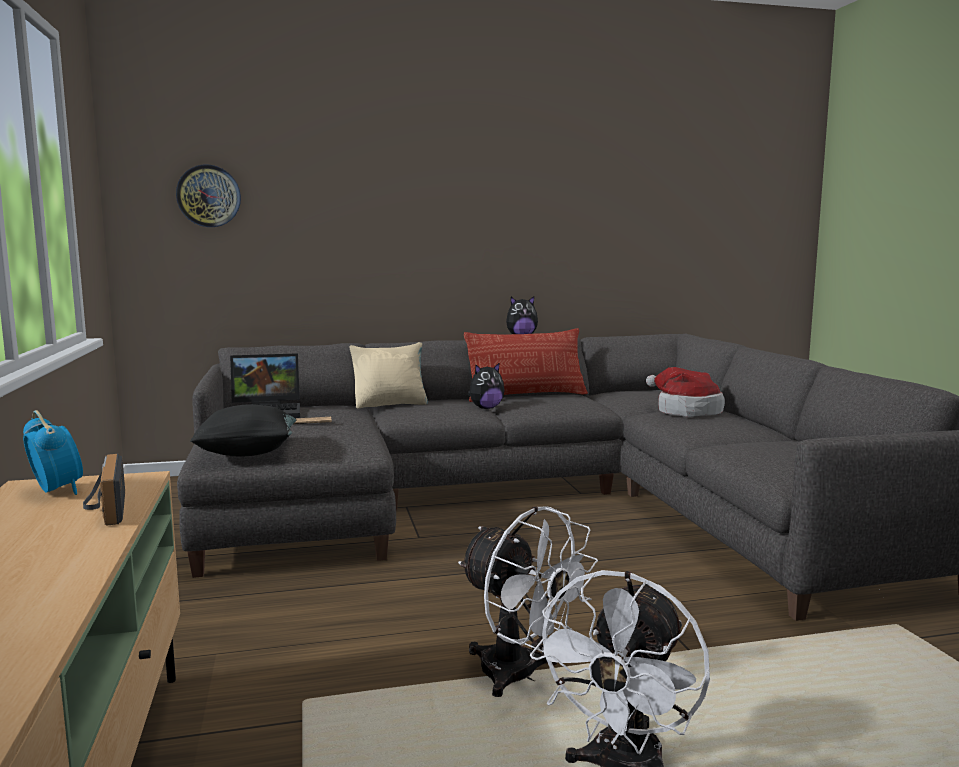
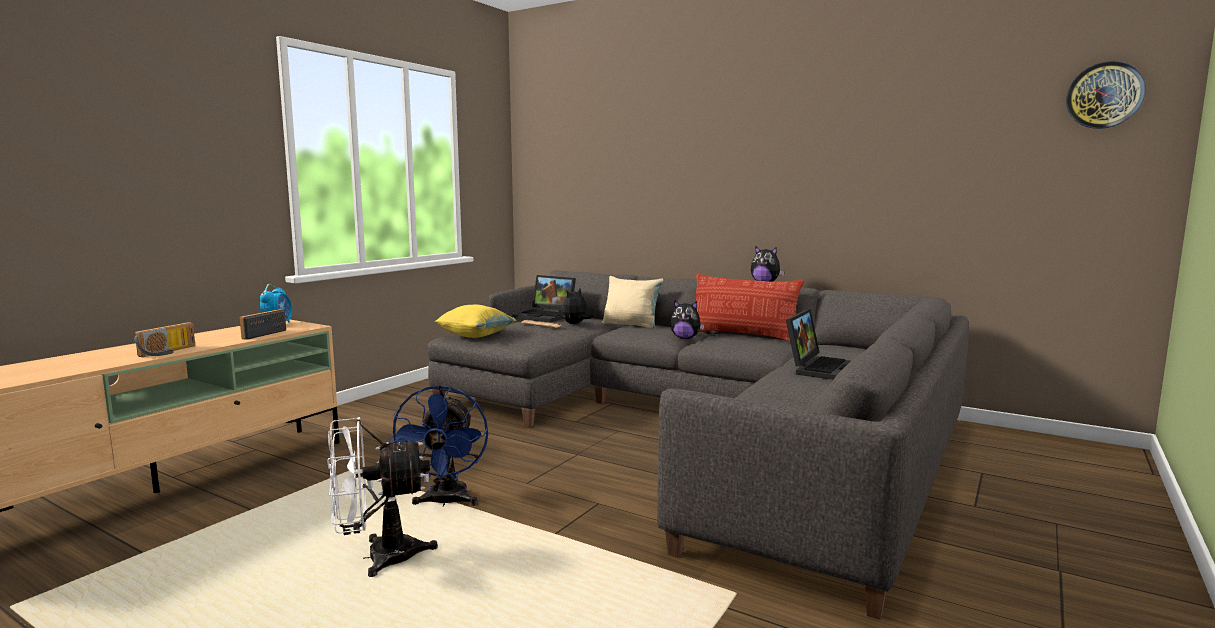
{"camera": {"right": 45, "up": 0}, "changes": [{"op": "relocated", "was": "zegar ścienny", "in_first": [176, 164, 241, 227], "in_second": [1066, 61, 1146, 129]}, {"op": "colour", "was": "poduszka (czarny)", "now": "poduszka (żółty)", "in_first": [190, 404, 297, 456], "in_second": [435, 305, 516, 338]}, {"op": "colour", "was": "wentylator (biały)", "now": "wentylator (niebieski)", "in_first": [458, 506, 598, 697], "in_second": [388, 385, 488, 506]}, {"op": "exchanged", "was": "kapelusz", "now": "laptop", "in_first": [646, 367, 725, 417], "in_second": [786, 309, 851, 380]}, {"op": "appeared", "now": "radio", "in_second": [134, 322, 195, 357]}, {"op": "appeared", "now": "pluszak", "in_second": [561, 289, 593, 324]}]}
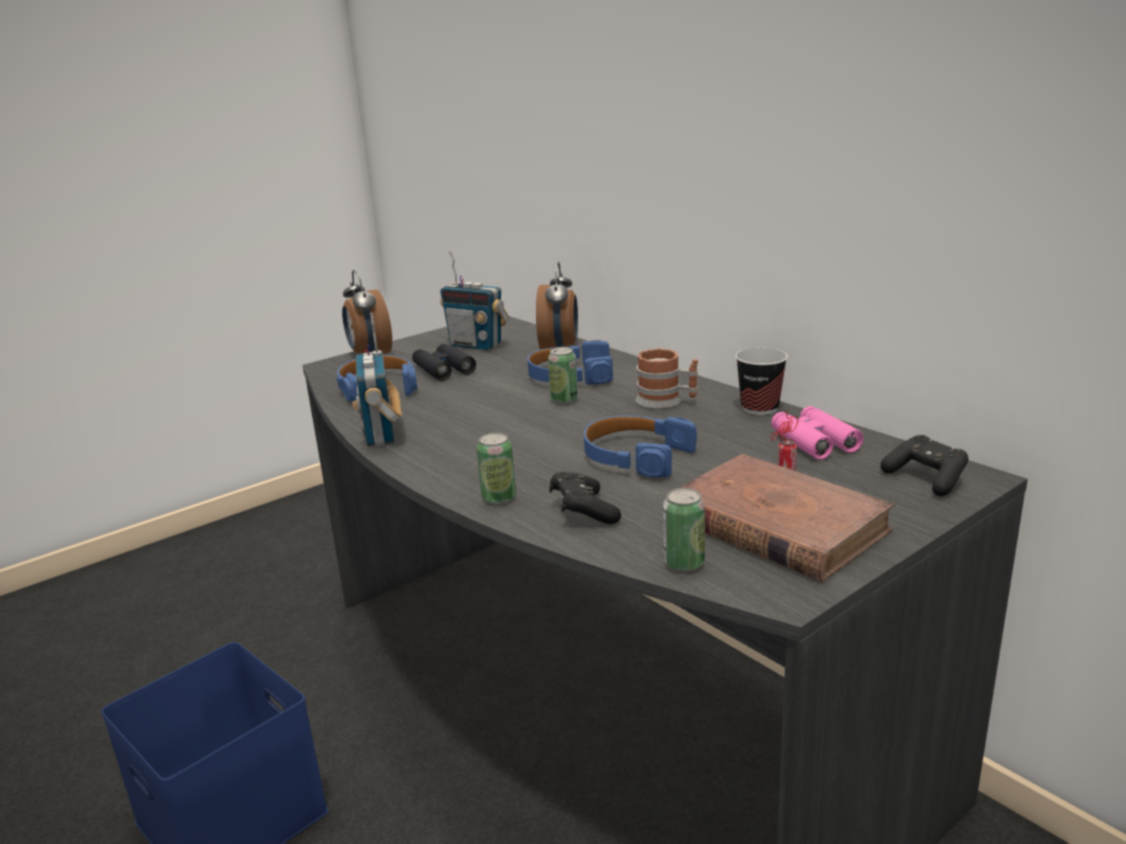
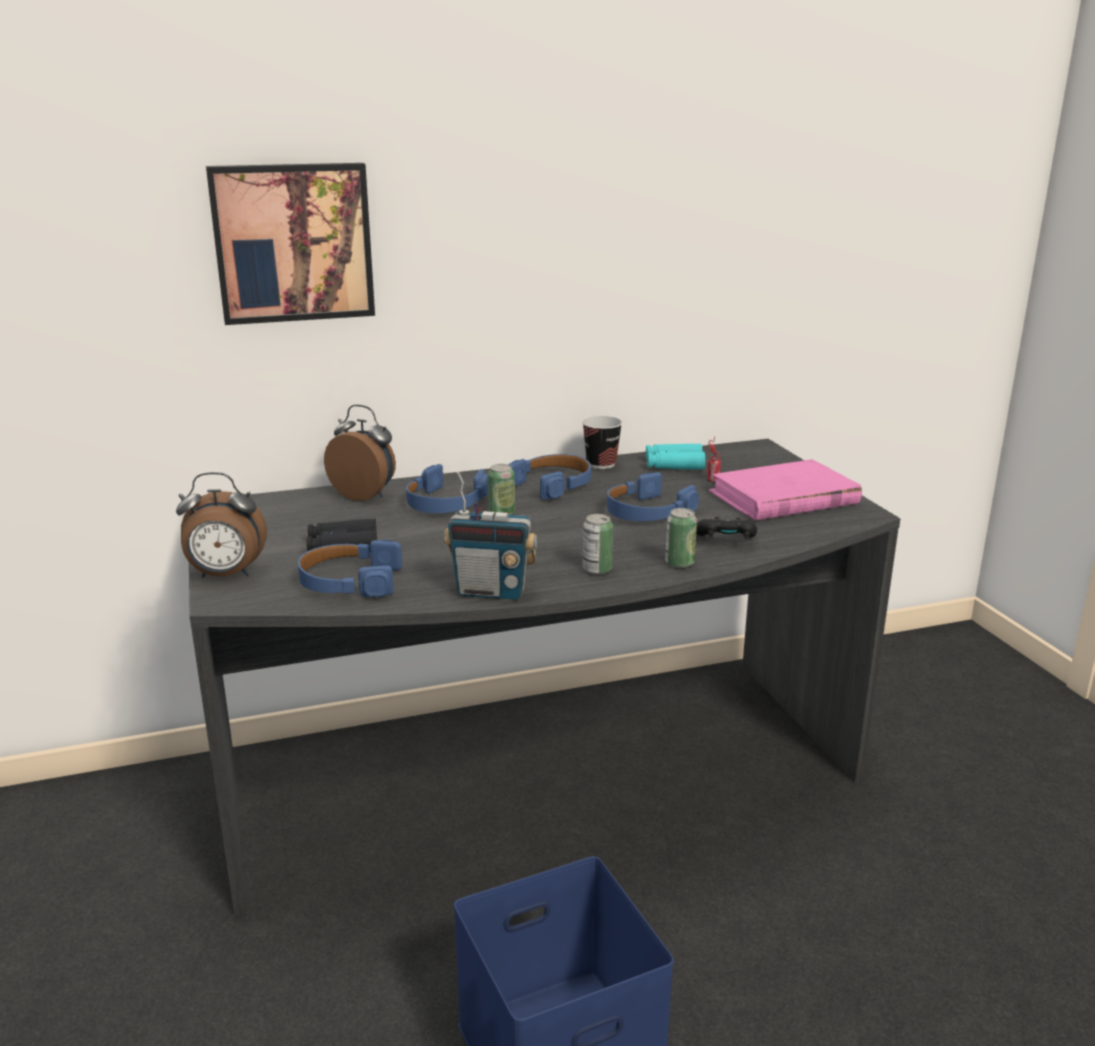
{"camera": {"right": -70, "up": 0}, "changes": [{"op": "missing", "was": "radio", "in_first": [440, 251, 509, 350]}, {"op": "exchanged", "was": "kubek", "now": "słuchawki (niebieski)", "in_first": [636, 348, 698, 409], "in_second": [508, 454, 591, 500]}, {"op": "relocated", "was": "puszka", "in_first": [663, 488, 705, 572], "in_second": [583, 514, 613, 575]}, {"op": "colour", "was": "książka (brązowy)", "now": "książka (różowy)", "in_first": [679, 454, 895, 582], "in_second": [709, 459, 862, 520]}, {"op": "colour", "was": "lornetka (różowy)", "now": "lornetka (turkusowy)", "in_first": [771, 406, 863, 460], "in_second": [646, 444, 705, 470]}, {"op": "missing", "was": "pad do gier (czarny)", "in_first": [880, 435, 968, 496]}, {"op": "appeared", "now": "obraz", "in_second": [206, 163, 375, 325]}]}
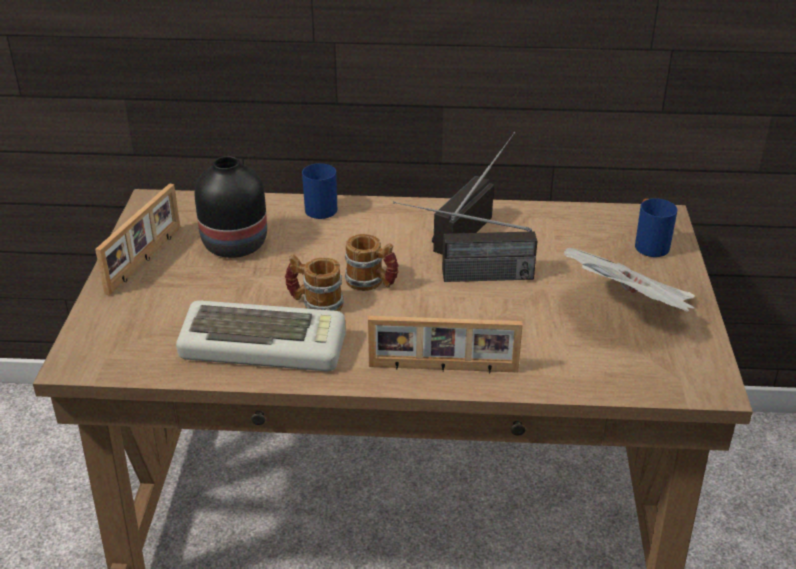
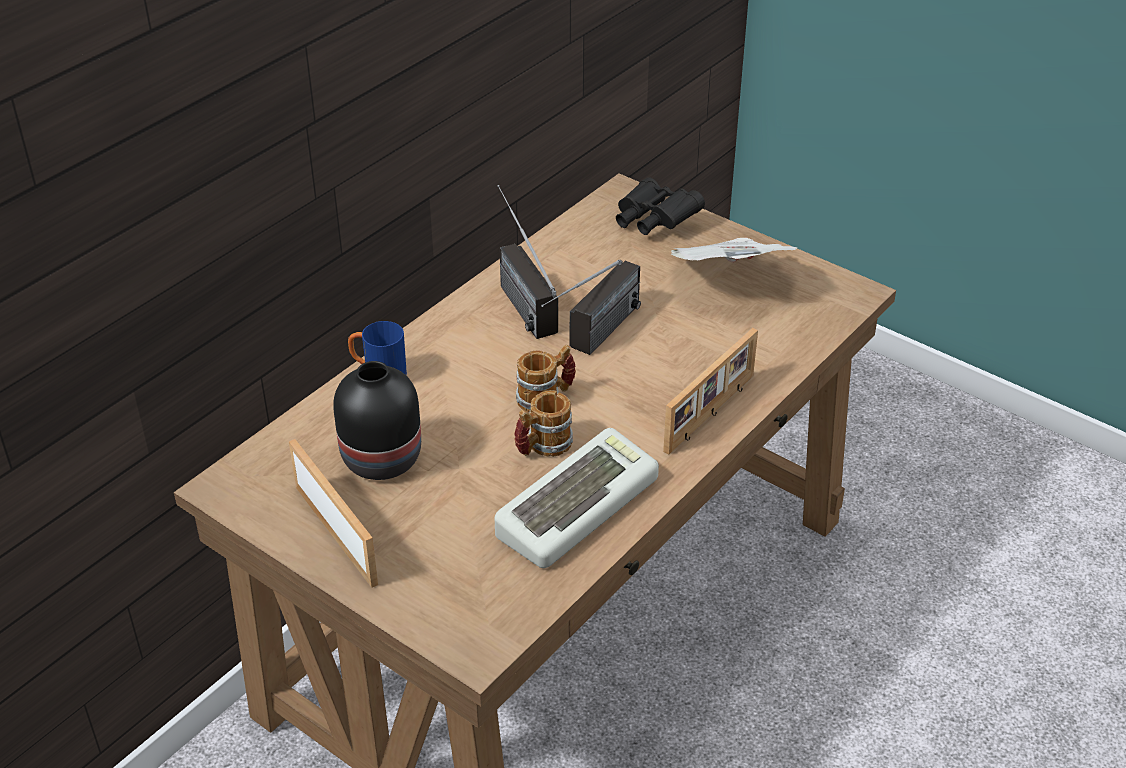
{"camera": {"right": -55, "up": 5}, "changes": [{"op": "exchanged", "was": "kubek (niebieski)", "now": "lornetka (czarny)", "in_first": [635, 198, 677, 257], "in_second": [616, 177, 705, 235]}]}
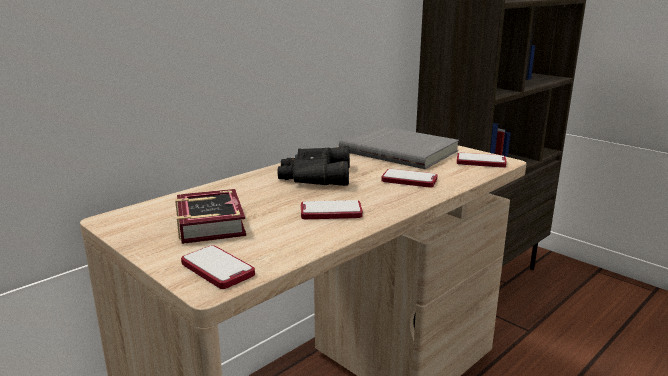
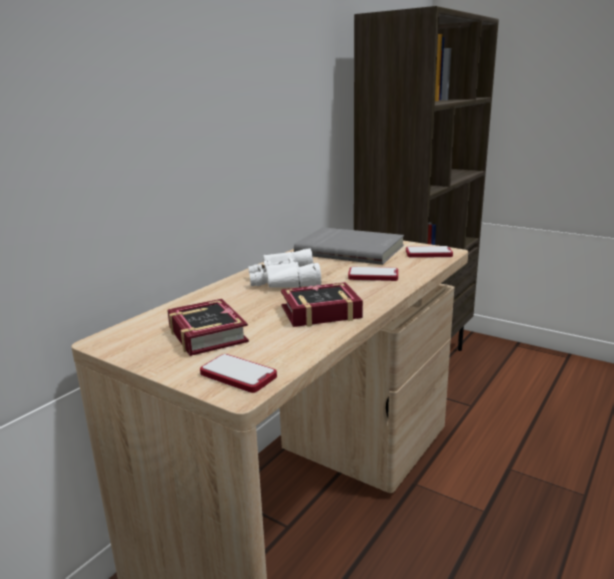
{"camera": {"right": -10, "up": 0}, "changes": [{"op": "colour", "was": "lornetka (czarny)", "now": "lornetka (biały)", "in_first": [278, 146, 350, 186], "in_second": [248, 248, 321, 288]}, {"op": "exchanged", "was": "telefon", "now": "książka", "in_first": [301, 200, 363, 219], "in_second": [281, 282, 363, 327]}]}
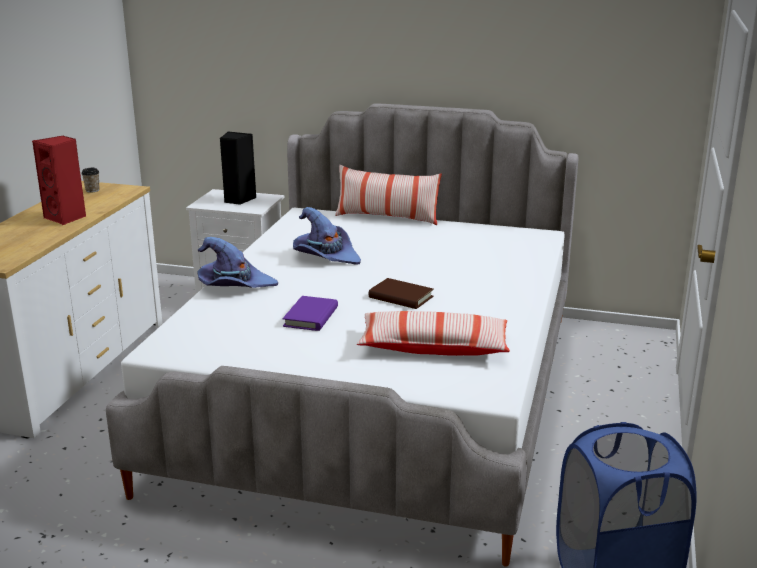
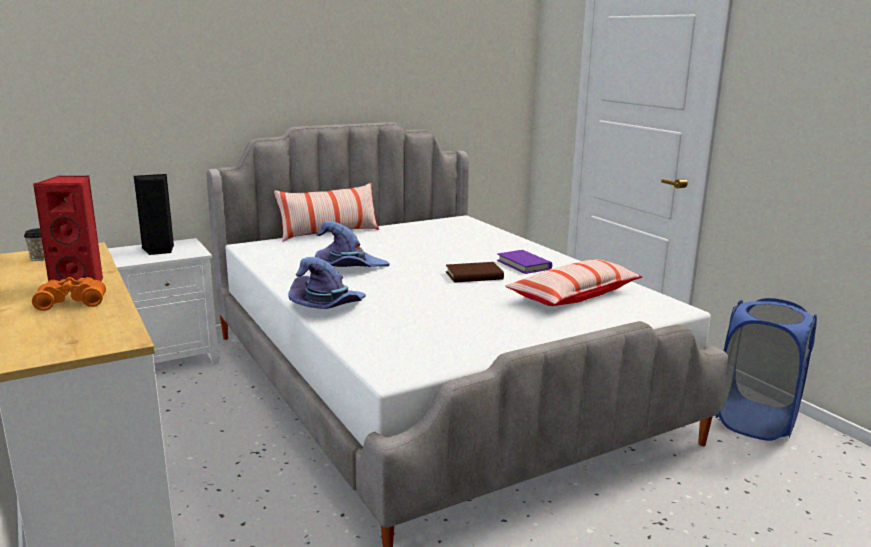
{"camera": {"right": -45, "up": -5}, "changes": [{"op": "relocated", "was": "książka (fioletowy)", "in_first": [283, 296, 338, 331], "in_second": [497, 250, 552, 274]}, {"op": "appeared", "now": "lornetka (pomarańczowy)", "in_second": [32, 277, 106, 311]}]}
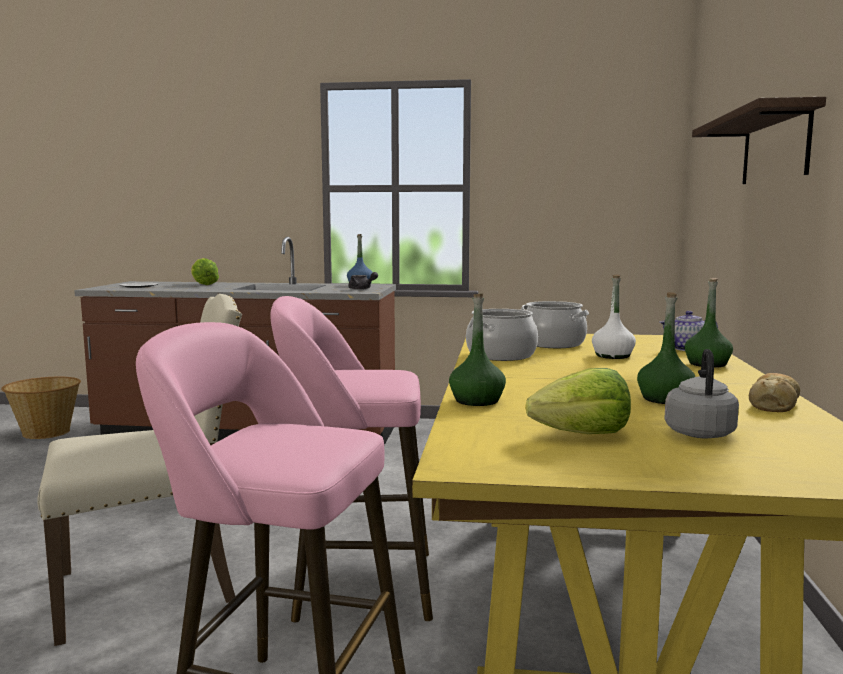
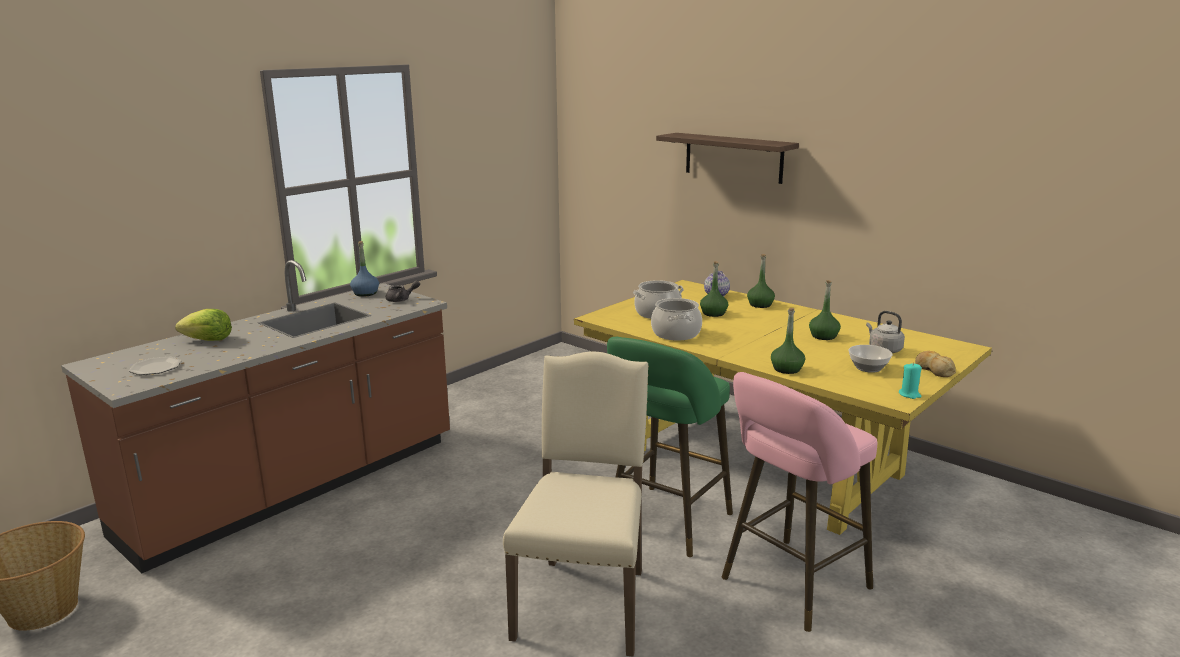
{"camera": {"right": -55, "up": 10}, "changes": [{"op": "colour", "was": "stołek (różowy)", "now": "stołek (zielony)", "in_first": [270, 296, 433, 622], "in_second": [607, 337, 733, 557]}, {"op": "exchanged", "was": "sałata", "now": "miska", "in_first": [525, 368, 631, 434], "in_second": [848, 345, 892, 373]}, {"op": "colour", "was": "butelka (biały)", "now": "butelka (zielony)", "in_first": [592, 275, 636, 359], "in_second": [700, 261, 728, 317]}, {"op": "relocated", "was": "chleb", "in_first": [749, 373, 800, 412], "in_second": [915, 351, 956, 377]}, {"op": "appeared", "now": "świeca (turkusowy)", "in_second": [899, 363, 922, 399]}]}
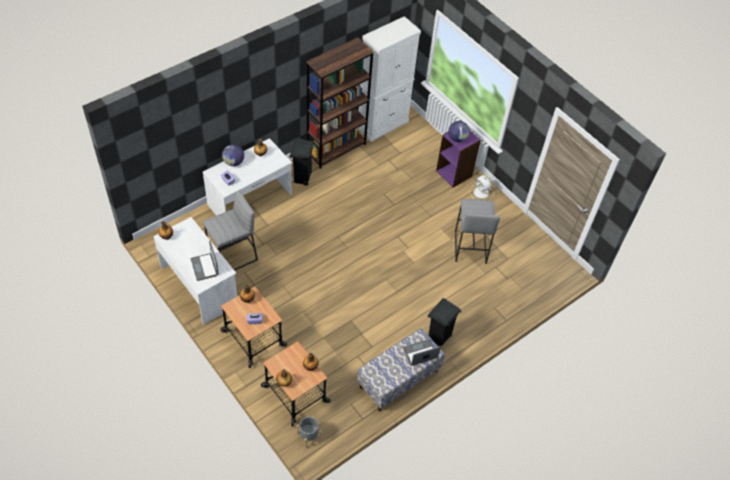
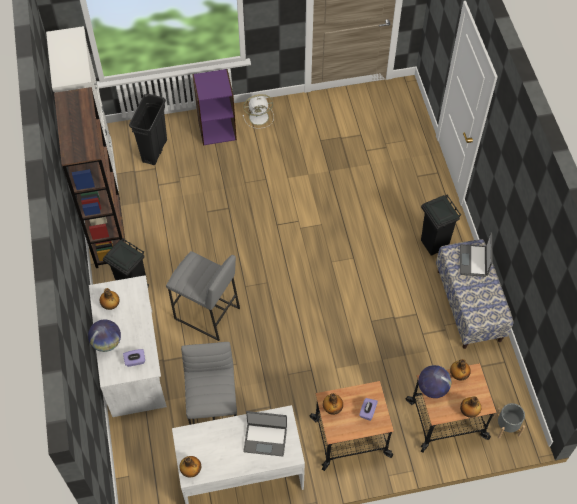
{"camera": {"right": -60, "up": 5}, "changes": [{"op": "relocated", "was": "globus", "in_first": [448, 121, 470, 142], "in_second": [418, 365, 451, 398]}, {"op": "relocated", "was": "stołek (szary)", "in_first": [455, 199, 500, 264], "in_second": [166, 251, 240, 341]}, {"op": "appeared", "now": "kosz na śmieci (czarny)", "in_second": [129, 94, 167, 165]}]}
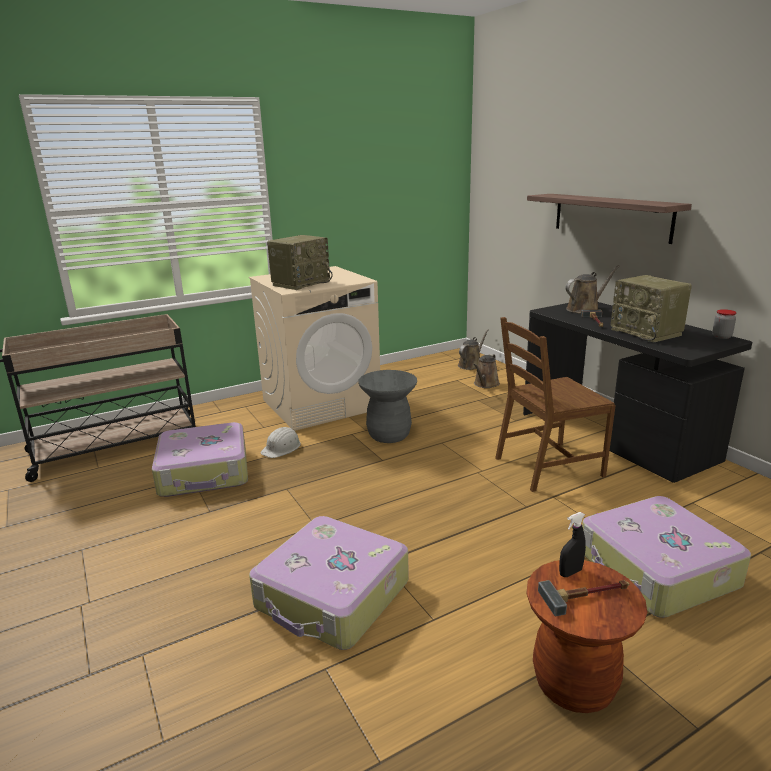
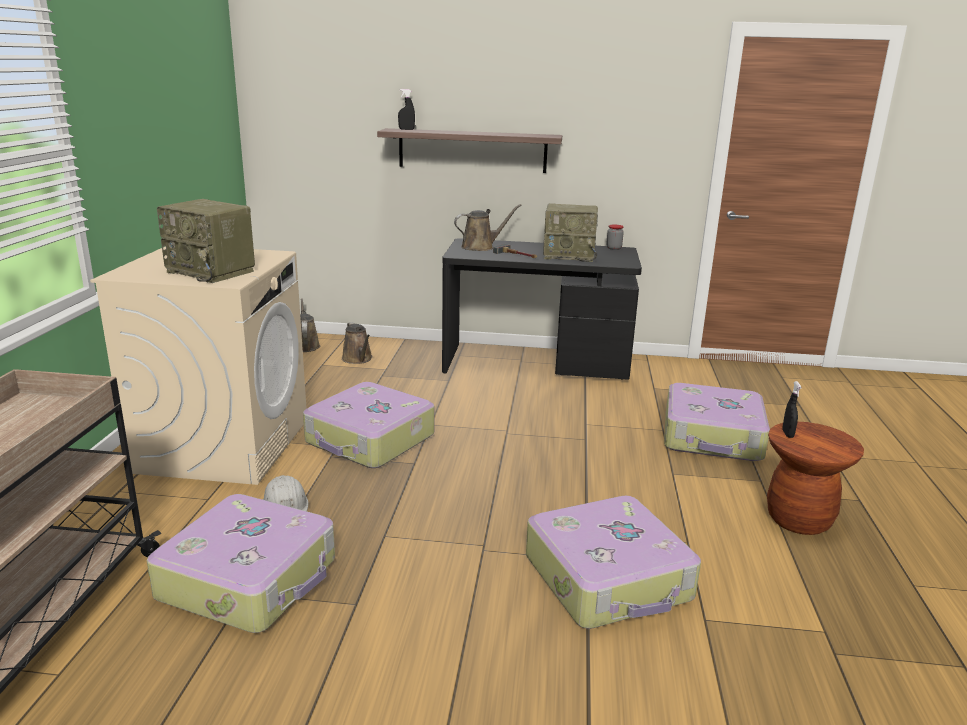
{"camera": {"right": -55, "up": 0}, "changes": [{"op": "spun", "was": "radio", "in_first": [267, 235, 333, 290], "in_second": [157, 199, 255, 283], "clockwise": 135}, {"op": "exchanged", "was": "stołek (szary)", "now": "walizka", "in_first": [358, 370, 417, 443], "in_second": [303, 382, 434, 468]}, {"op": "missing", "was": "krzesło (brązowy)", "in_first": [495, 317, 616, 492]}, {"op": "missing", "was": "młotek", "in_first": [538, 580, 629, 616]}, {"op": "spun", "was": "konewka (brązowy)", "in_first": [565, 265, 620, 313], "in_second": [454, 204, 521, 251], "clockwise": 60}, {"op": "appeared", "now": "spryskiwacz (czarny)", "in_second": [398, 89, 415, 130]}]}
